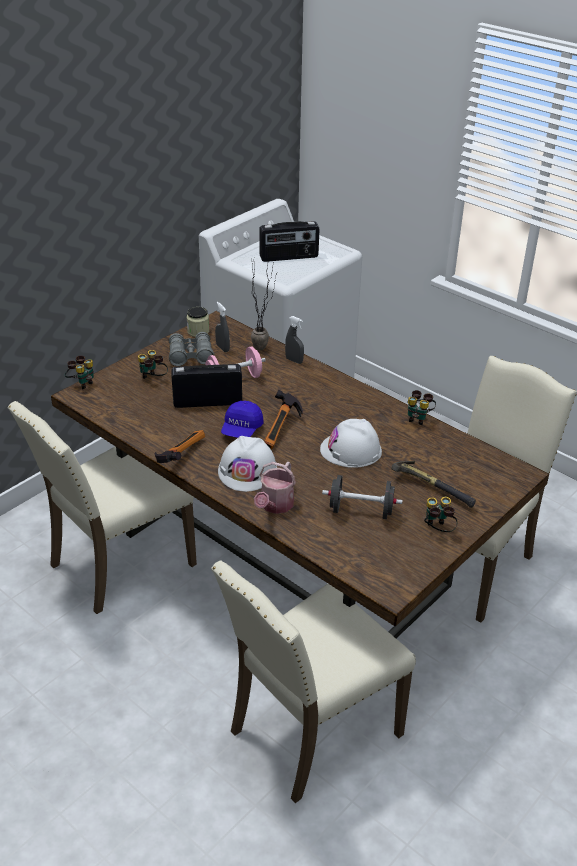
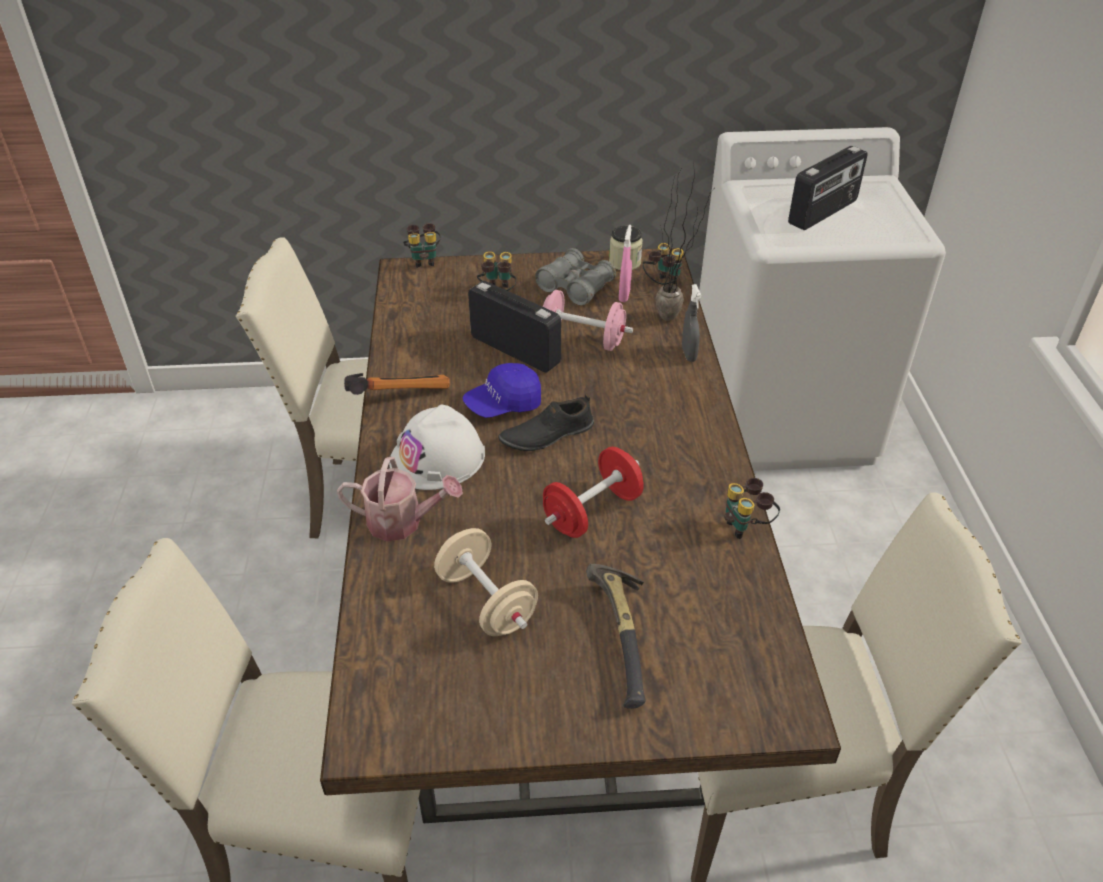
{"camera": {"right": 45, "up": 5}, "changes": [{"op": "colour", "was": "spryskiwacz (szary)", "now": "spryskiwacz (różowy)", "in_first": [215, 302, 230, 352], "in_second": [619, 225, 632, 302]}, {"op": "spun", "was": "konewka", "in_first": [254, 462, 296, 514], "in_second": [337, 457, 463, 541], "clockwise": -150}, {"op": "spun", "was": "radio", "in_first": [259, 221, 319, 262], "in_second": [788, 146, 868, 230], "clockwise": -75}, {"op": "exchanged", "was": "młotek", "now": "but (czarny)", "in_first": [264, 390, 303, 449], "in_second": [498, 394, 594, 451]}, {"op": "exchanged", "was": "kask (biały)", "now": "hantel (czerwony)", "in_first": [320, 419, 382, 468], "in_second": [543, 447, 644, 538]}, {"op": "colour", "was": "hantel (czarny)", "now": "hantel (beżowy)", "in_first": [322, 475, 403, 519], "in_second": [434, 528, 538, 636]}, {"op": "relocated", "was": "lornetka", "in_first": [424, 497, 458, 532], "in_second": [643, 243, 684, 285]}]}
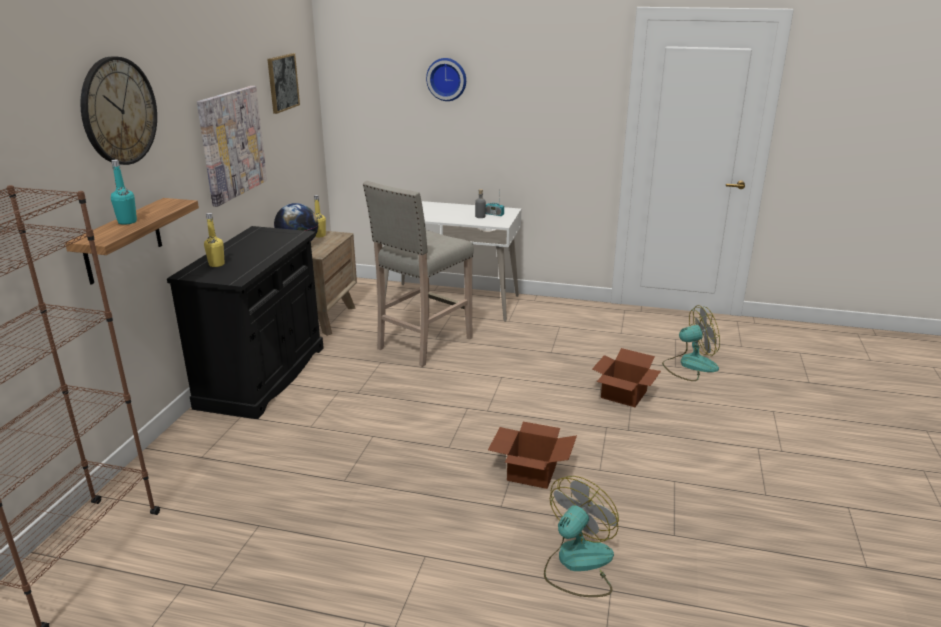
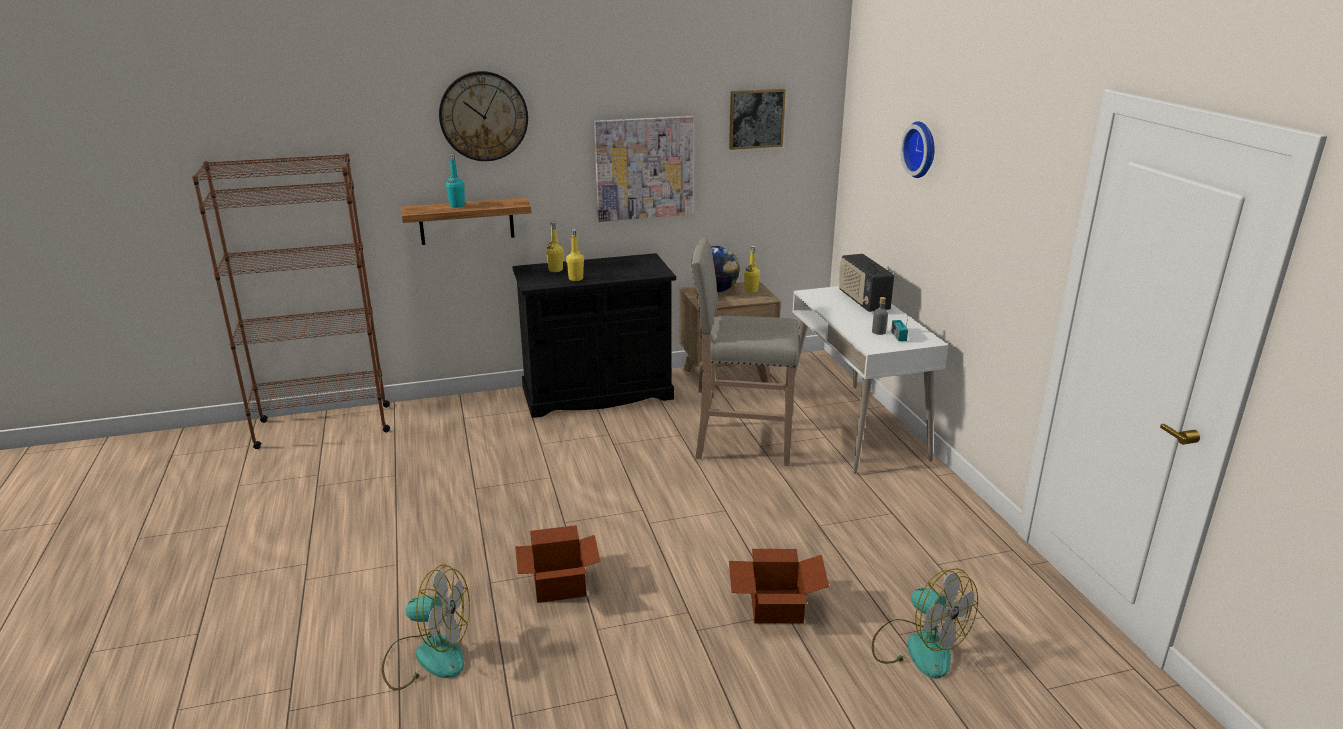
{"camera": {"right": 60, "up": 0}, "changes": [{"op": "appeared", "now": "butelka (żółty)", "in_second": [566, 229, 584, 281]}, {"op": "appeared", "now": "radio", "in_second": [839, 254, 894, 312]}]}
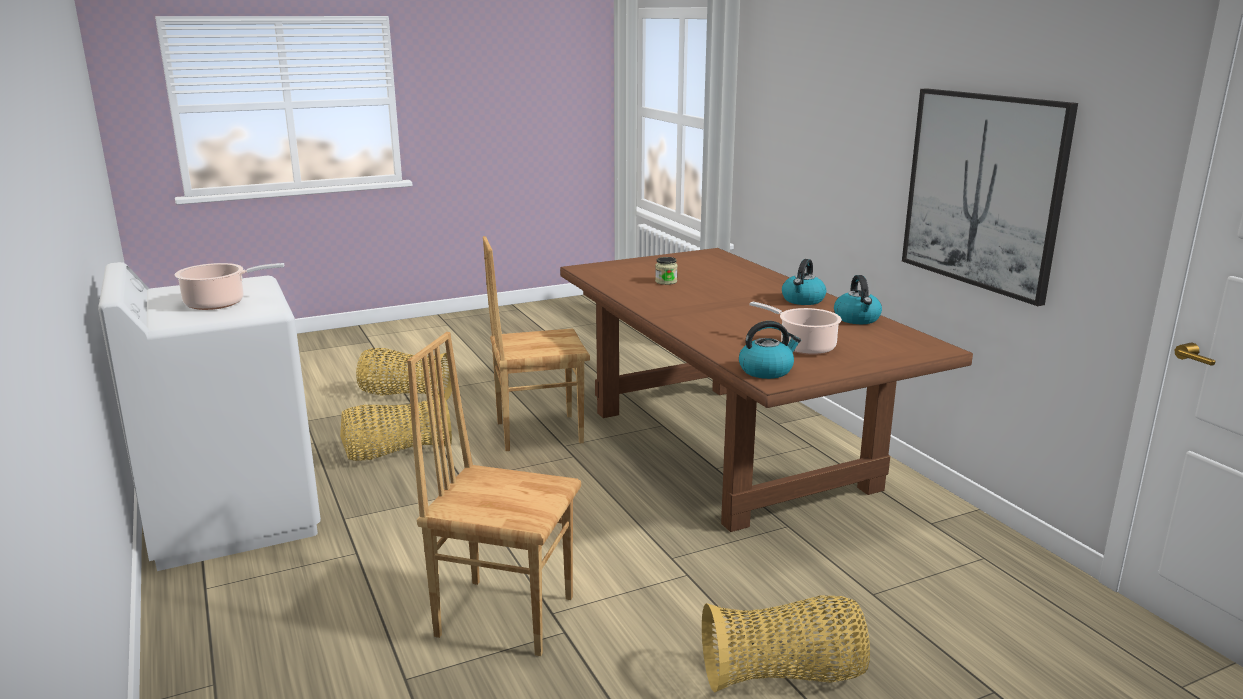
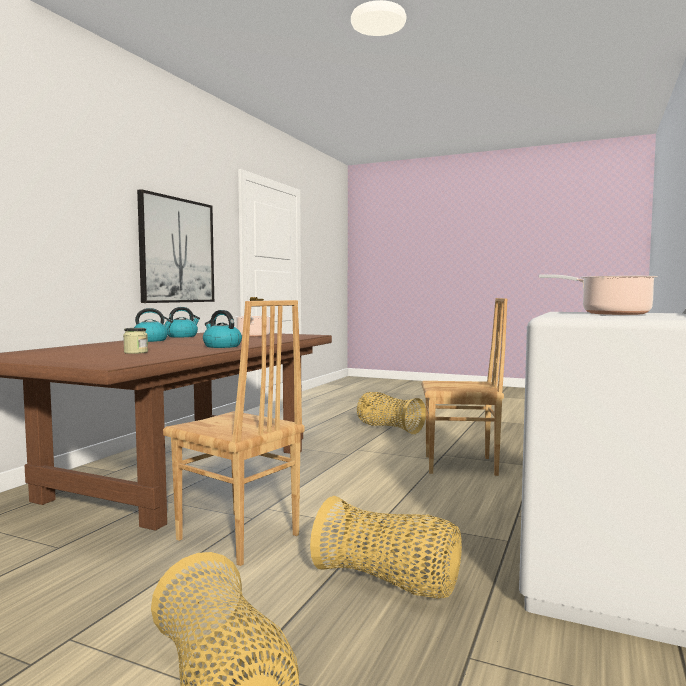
{"camera": {"right": -130, "up": -15}, "changes": [{"op": "spun", "was": "krzesło (brązowy)", "in_first": [407, 332, 581, 656], "in_second": [422, 298, 507, 476], "clockwise": -60}, {"op": "relocated", "was": "czajnik", "in_first": [739, 321, 801, 379], "in_second": [203, 310, 242, 348]}]}
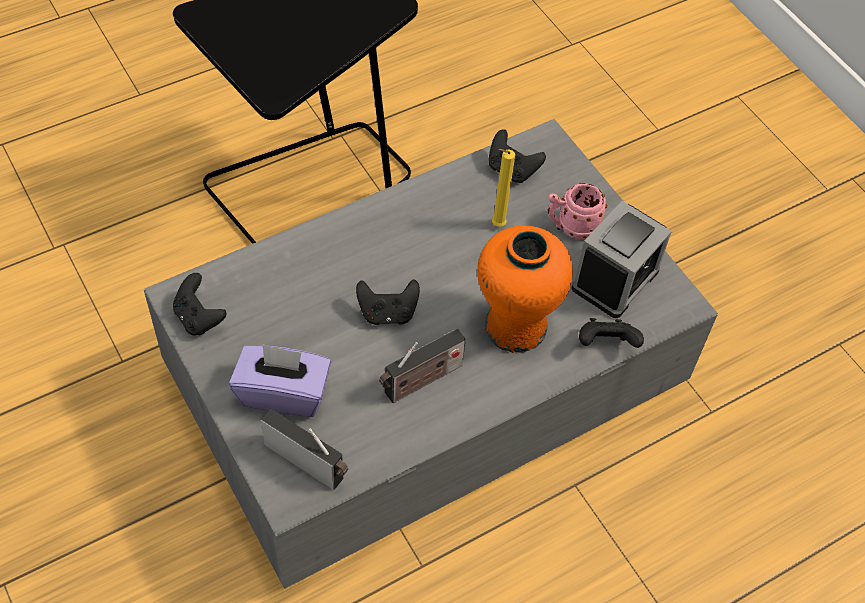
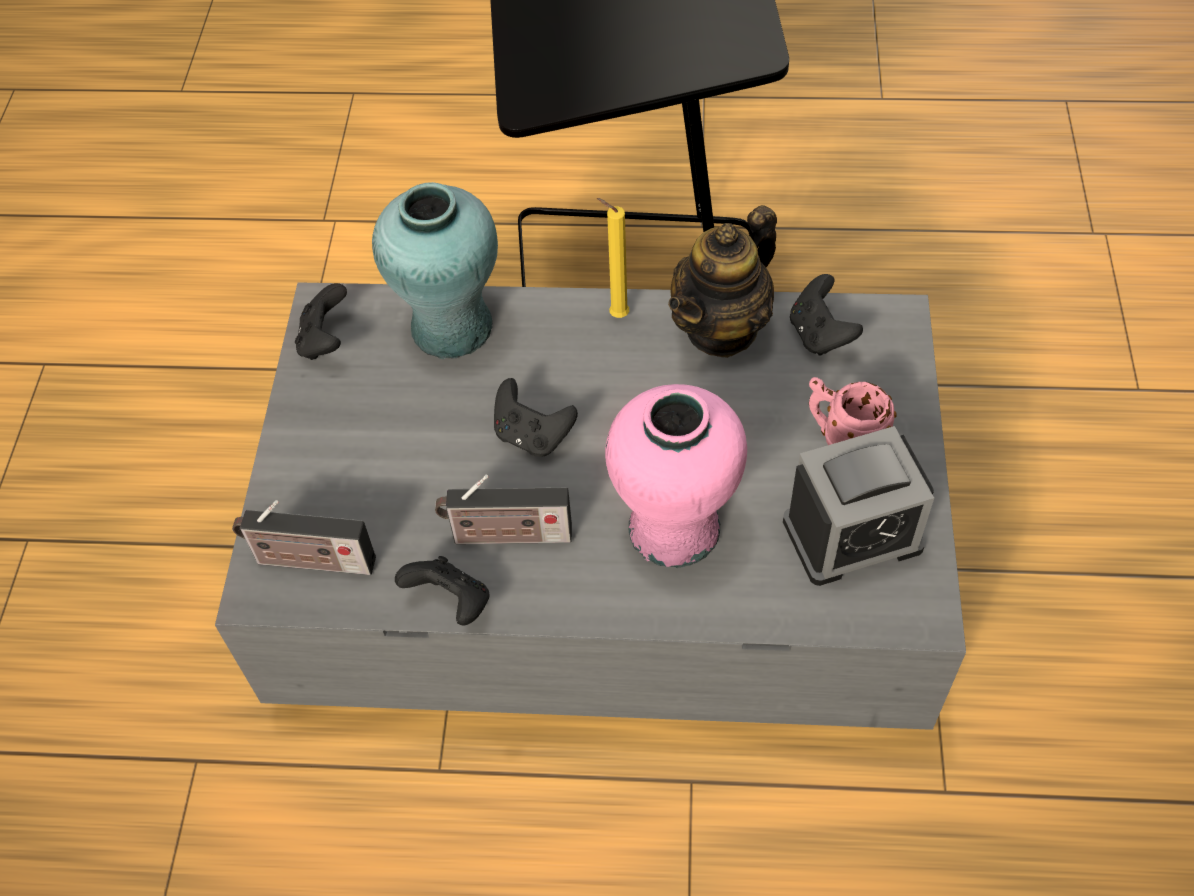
{"camera": {"right": 40, "up": 0}, "changes": [{"op": "missing", "was": "pudełko chusteczek (fioletowy)", "in_first": [229, 344, 331, 417]}, {"op": "spun", "was": "radio", "in_first": [261, 409, 348, 490], "in_second": [232, 500, 376, 575], "clockwise": 120}, {"op": "colour", "was": "wazon (pomarańczowy)", "now": "wazon (różowy)", "in_first": [477, 226, 573, 353], "in_second": [605, 384, 747, 568]}, {"op": "relocated", "was": "świeca (żółty)", "in_first": [492, 149, 515, 227], "in_second": [597, 198, 629, 318]}, {"op": "relocated", "was": "pad do gier (czarny)", "in_first": [579, 318, 644, 348], "in_second": [395, 556, 490, 626]}, {"op": "appeared", "now": "wazon (turkusowy)", "in_second": [372, 182, 498, 359]}, {"op": "appeared", "now": "imbryk", "in_second": [668, 205, 777, 358]}]}
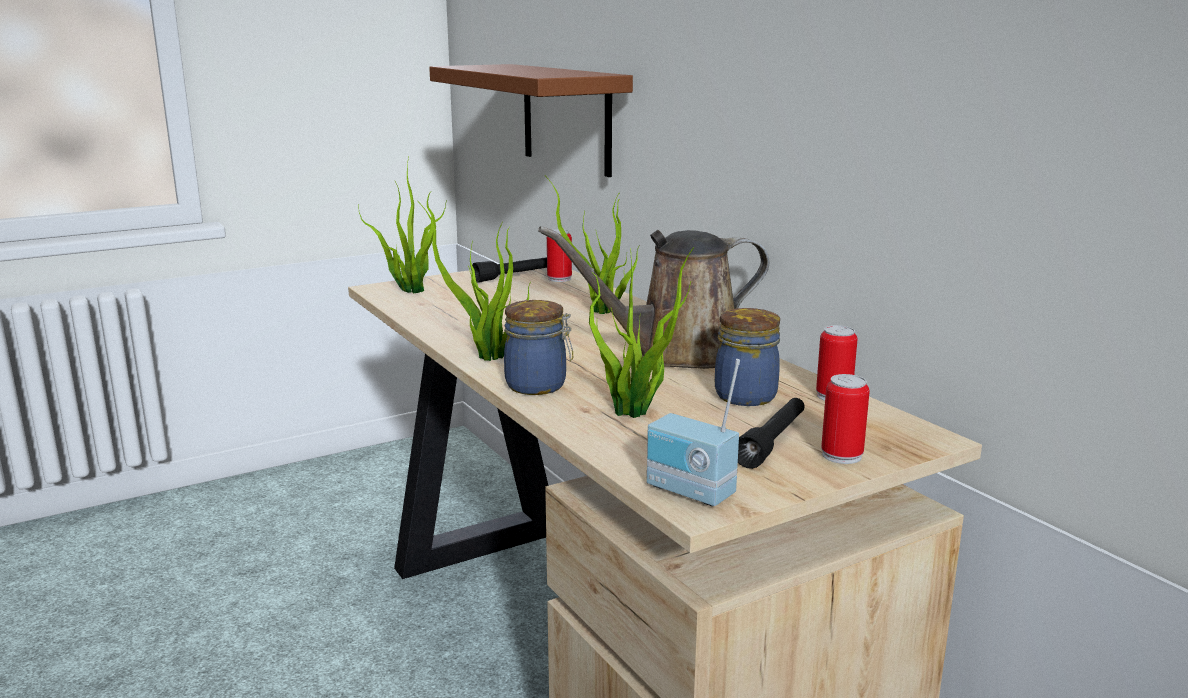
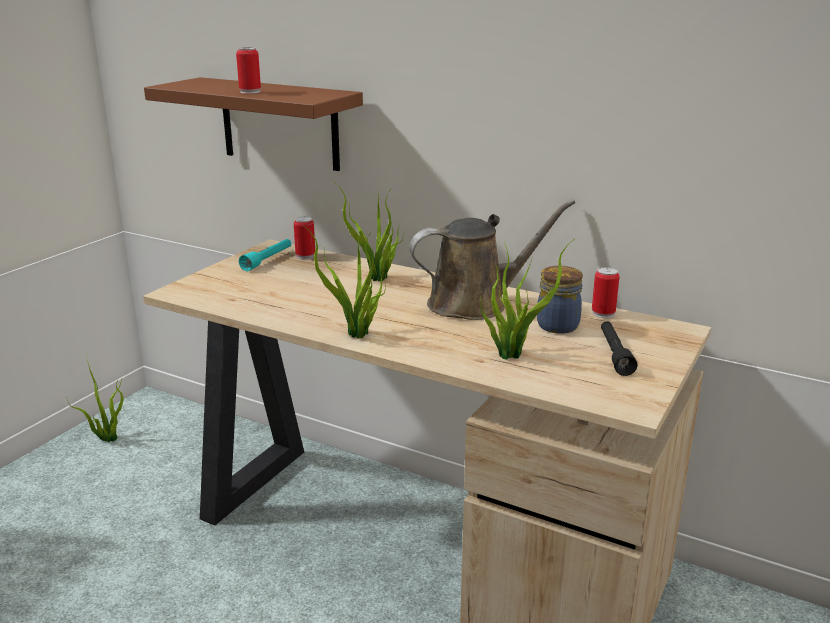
{"camera": {"right": -30, "up": 5}, "changes": [{"op": "relocated", "was": "roślina doniczkowa", "in_first": [358, 157, 447, 293], "in_second": [66, 355, 124, 442]}, {"op": "colour", "was": "latarka (czarny)", "now": "latarka (turkusowy)", "in_first": [472, 257, 547, 283], "in_second": [239, 239, 291, 271]}, {"op": "missing", "was": "słoik", "in_first": [504, 300, 573, 395]}, {"op": "spun", "was": "konewka (brązowy)", "in_first": [538, 226, 769, 369], "in_second": [409, 200, 575, 320], "clockwise": -150}, {"op": "missing", "was": "radio", "in_first": [647, 359, 740, 506]}, {"op": "relocated", "was": "puszka", "in_first": [821, 374, 870, 464], "in_second": [236, 47, 261, 94]}]}
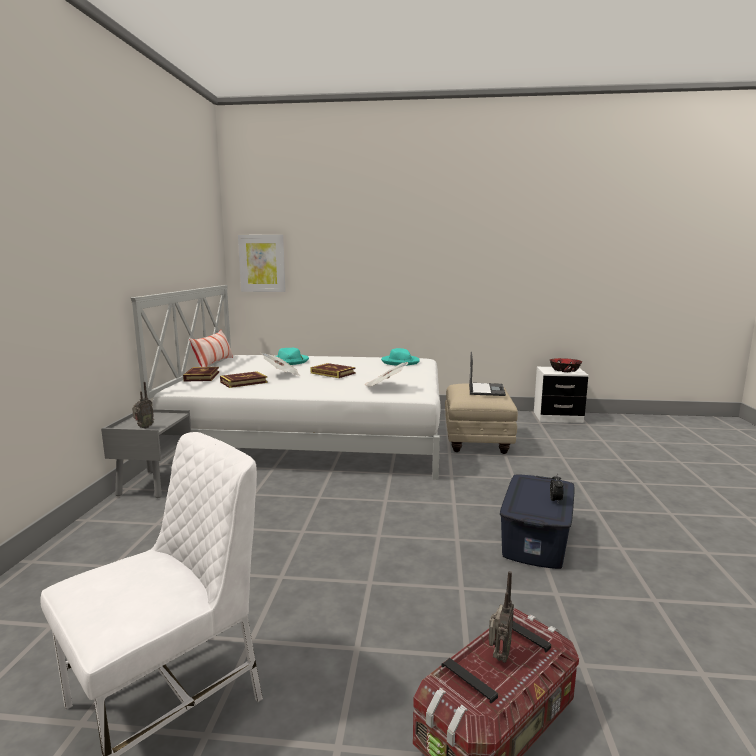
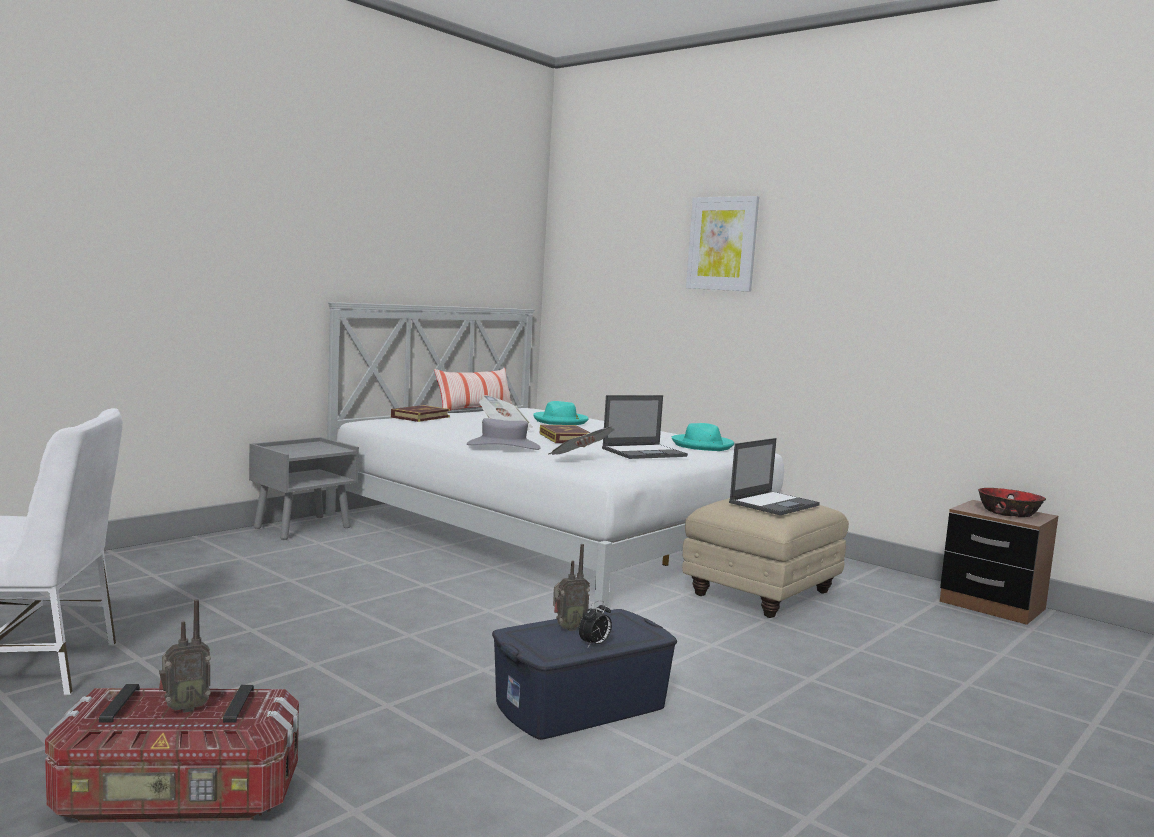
{"camera": {"right": 35, "up": -5}, "changes": [{"op": "relocated", "was": "radio", "in_first": [132, 382, 154, 429], "in_second": [553, 544, 590, 631]}, {"op": "missing", "was": "książka", "in_first": [220, 371, 268, 388]}, {"op": "relocated", "was": "obraz", "in_first": [238, 235, 286, 292], "in_second": [686, 196, 759, 292]}, {"op": "colour", "was": "szafka nocna (biały)", "now": "szafka nocna (brązowy)", "in_first": [534, 367, 589, 423], "in_second": [940, 500, 1058, 625]}, {"op": "appeared", "now": "kapelusz (szary)", "in_second": [467, 418, 541, 450]}, {"op": "appeared", "now": "laptop", "in_second": [602, 395, 688, 459]}]}
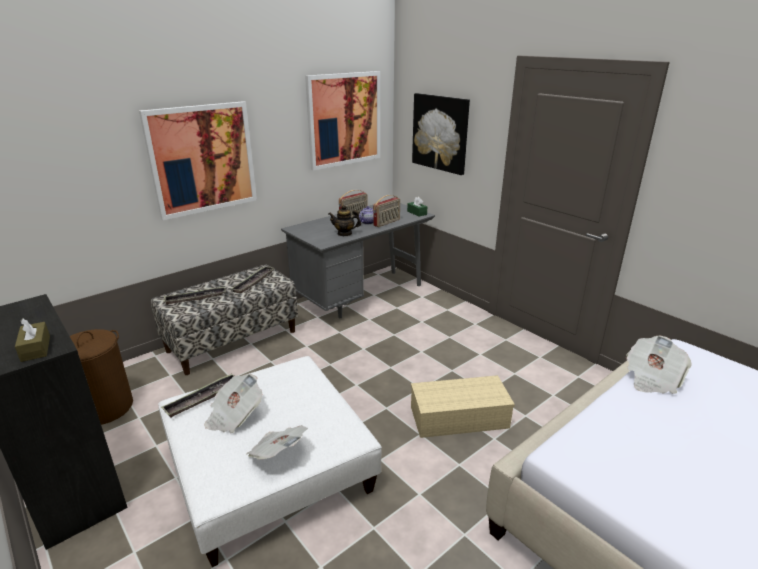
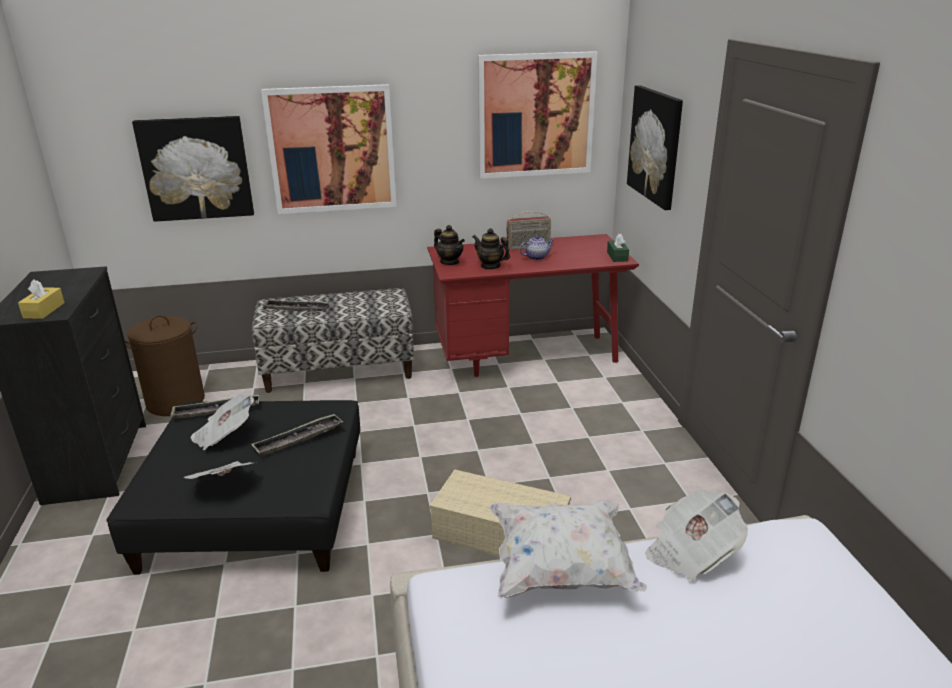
{"camera": {"right": 30, "up": 0}, "changes": [{"op": "colour", "was": "pudełko chusteczek (brązowy)", "now": "pudełko chusteczek (żółty)", "in_first": [15, 318, 50, 362], "in_second": [18, 279, 65, 319]}, {"op": "colour", "was": "pufa (biały)", "now": "pufa (czarny)", "in_first": [158, 356, 382, 567], "in_second": [106, 400, 360, 575]}, {"op": "relocated", "was": "taca", "in_first": [231, 266, 274, 293], "in_second": [251, 414, 343, 457]}, {"op": "colour", "was": "biurko (szary)", "now": "biurko (czerwony)", "in_first": [281, 203, 435, 318], "in_second": [427, 234, 639, 377]}, {"op": "missing", "was": "radio", "in_first": [373, 195, 400, 227]}, {"op": "appeared", "now": "obraz", "in_second": [132, 116, 254, 222]}, {"op": "appeared", "now": "imbryk", "in_second": [434, 225, 465, 265]}, {"op": "appeared", "now": "poduszka (biały)", "in_second": [489, 500, 647, 599]}]}
